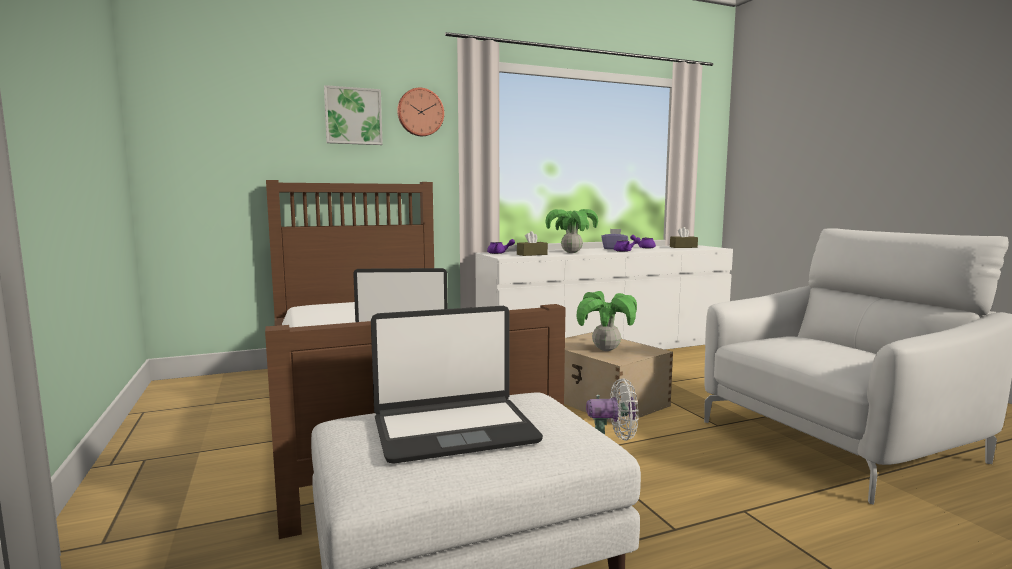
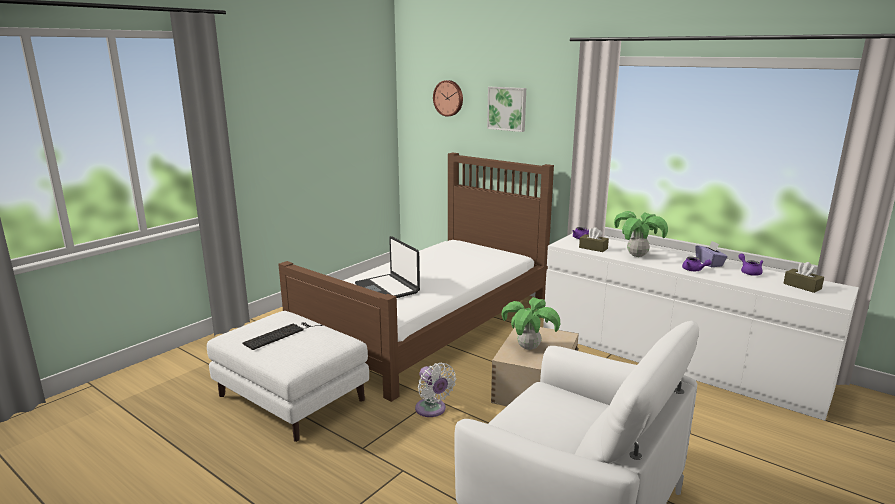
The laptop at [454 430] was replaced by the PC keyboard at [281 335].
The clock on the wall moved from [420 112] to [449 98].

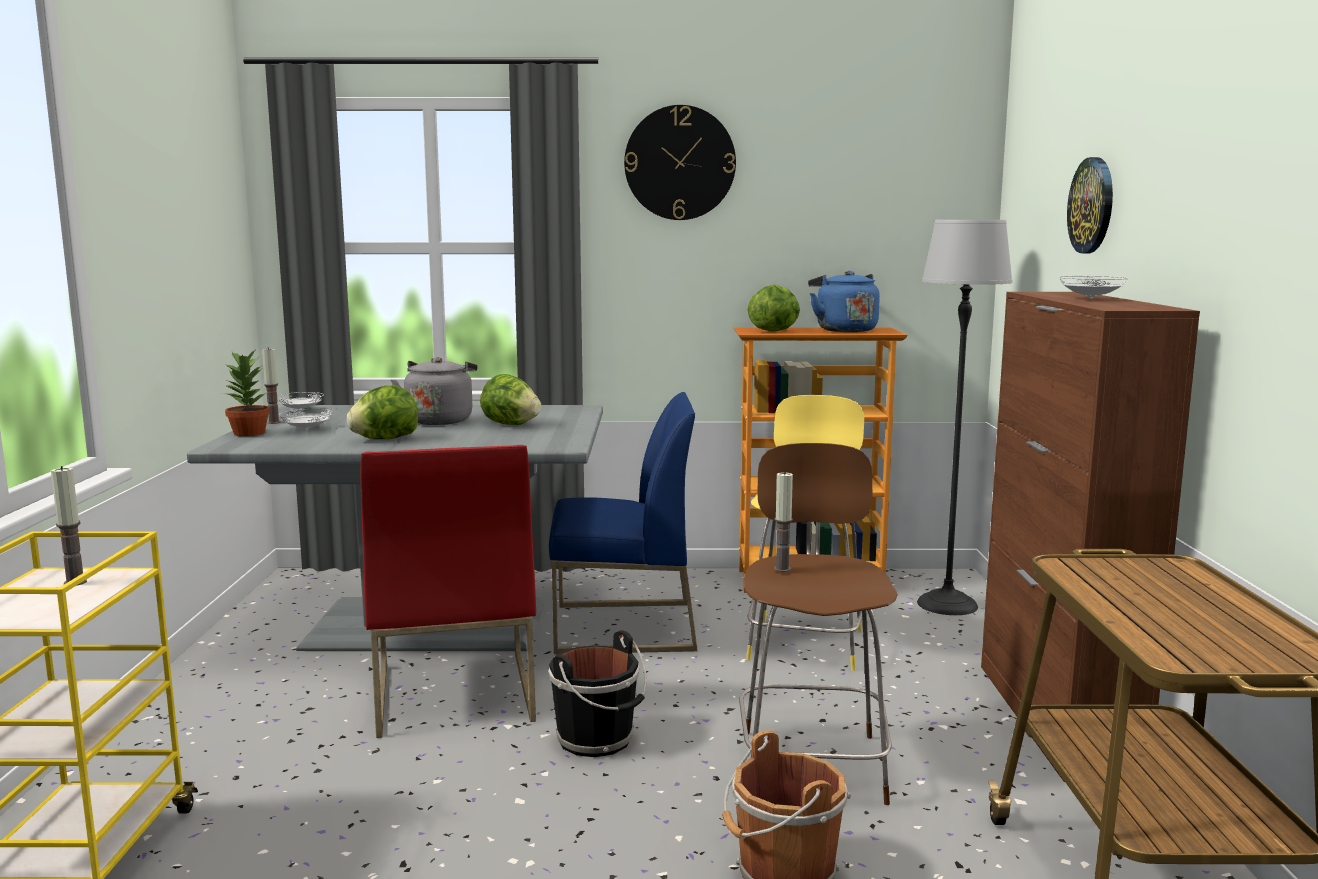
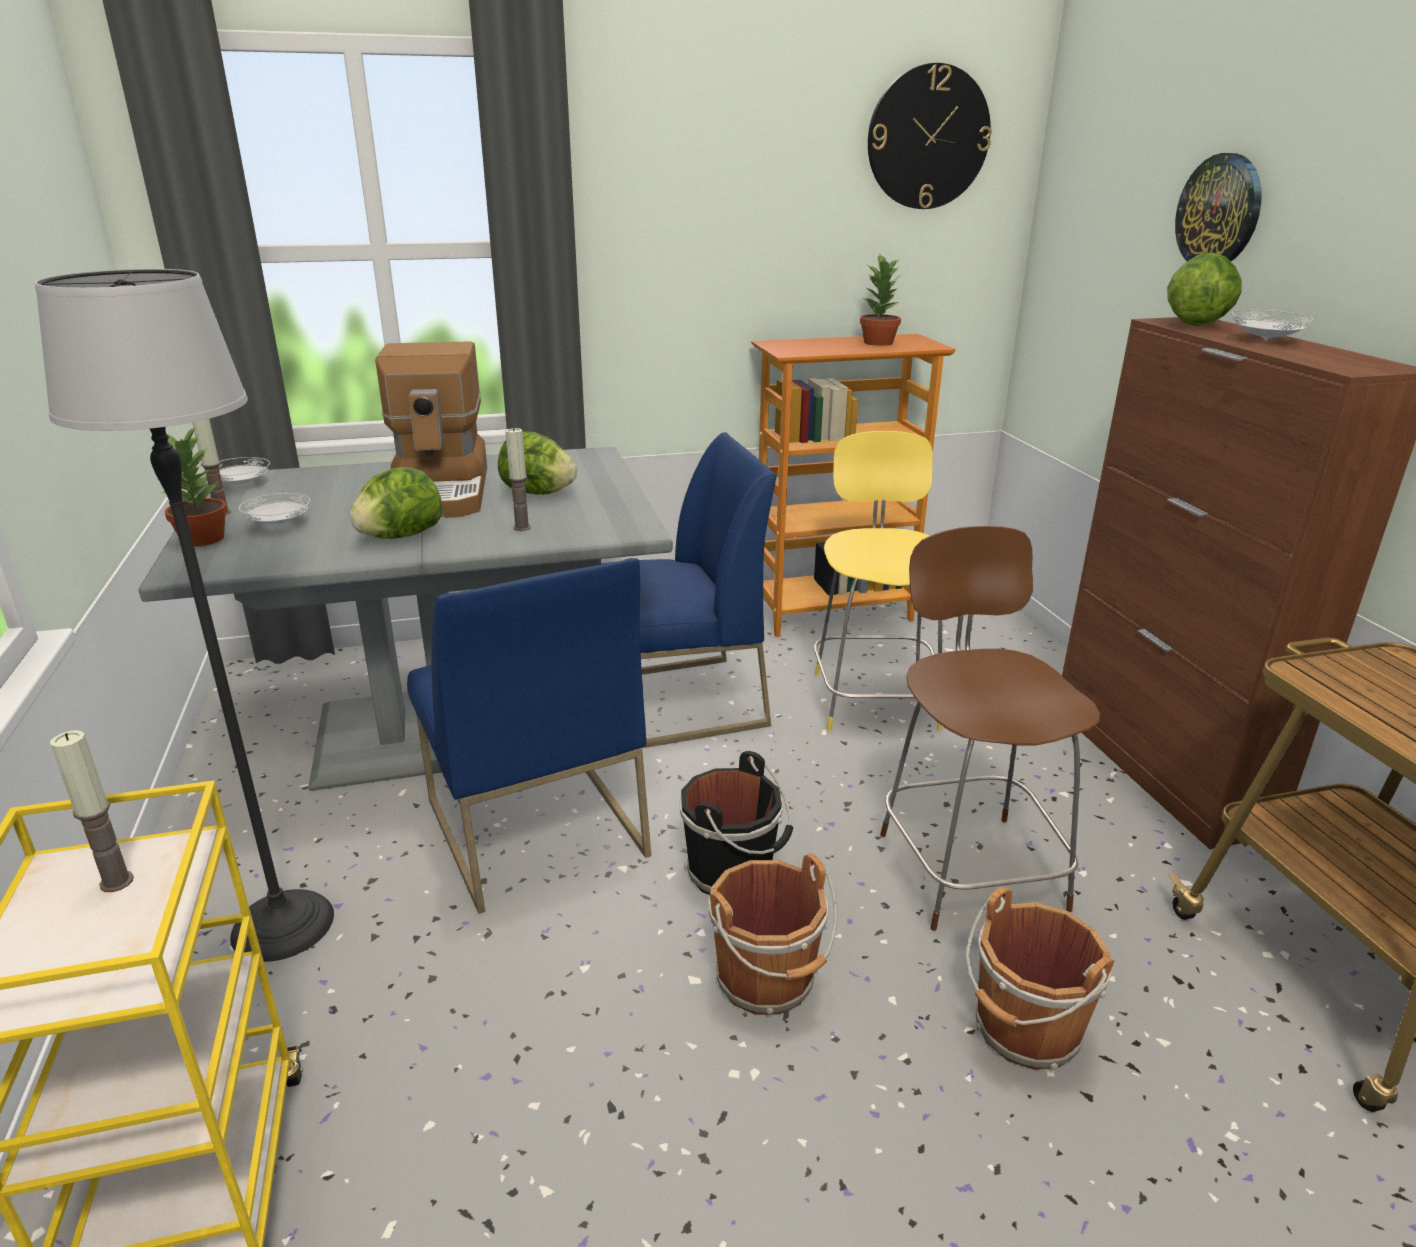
The red-coloured upright chair at [452 692] became the blue-coloured upright chair at [533 827].
The grey water kettle at [440 420] was replaced by the coffee maker at [442 491].
The clock on the wall moved from [680 163] to [928 138].
The lettuce head moved from [775 331] to [1195 324].
The candle moved from [782 569] to [522 528].
The blue-coloured water kettle at [843 330] was replaced by the plant in a pot at [879 342].
The standard lamp moved from [947 604] to [283 924].
The brown-coloured pail at [768 981] appeared.

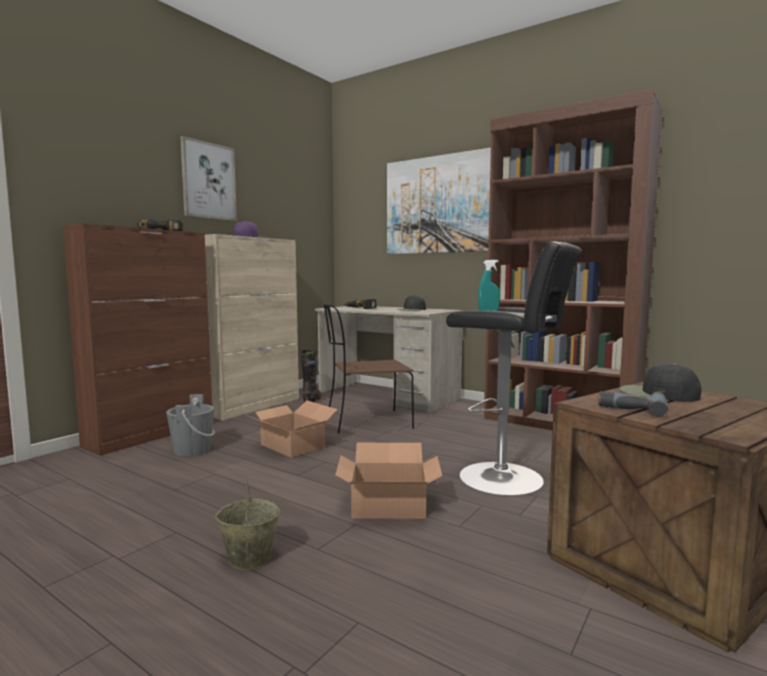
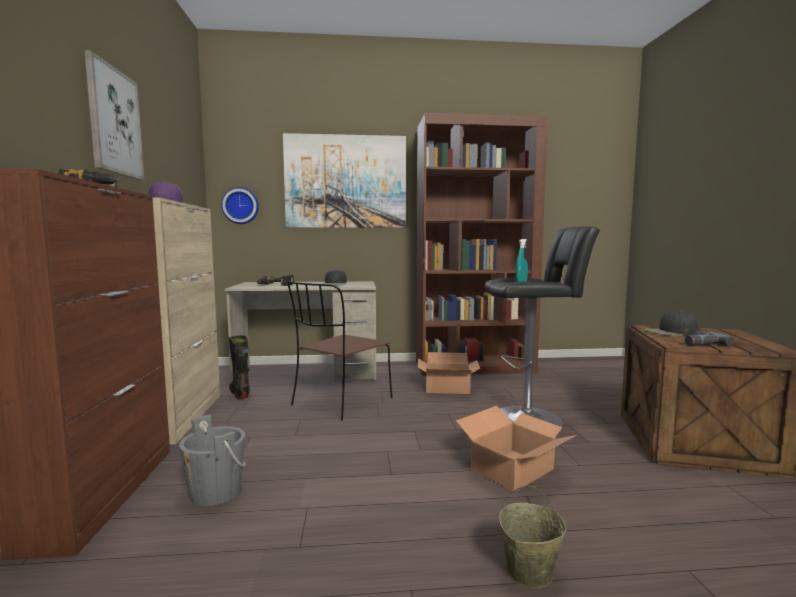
The carton moved from [293 445] to [447 387].
The clock on the wall at [241 206] appeared.

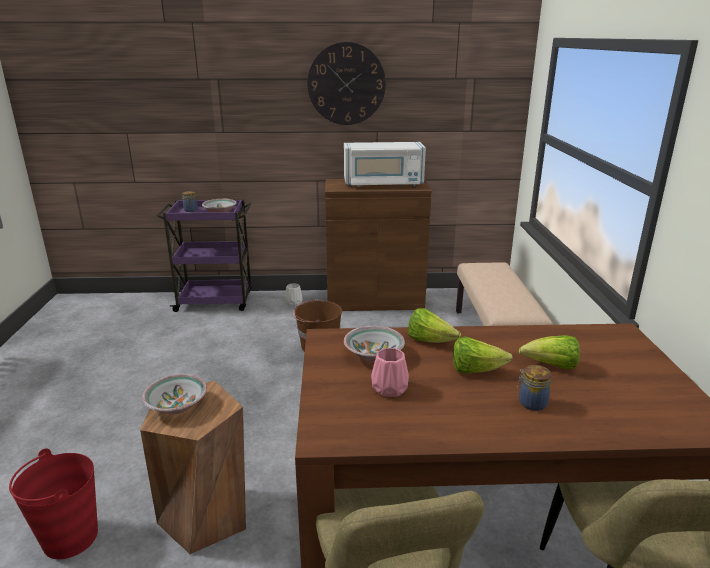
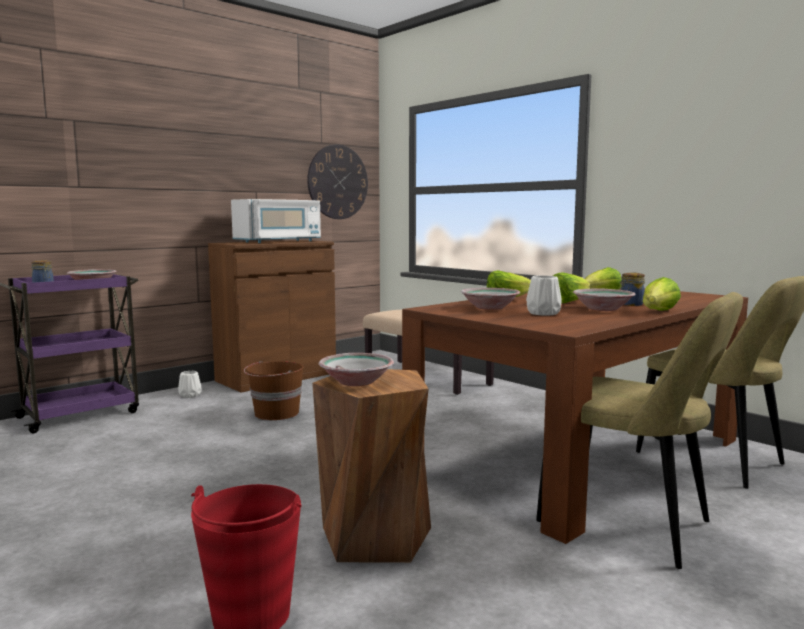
The clock on the wall moved from [346 84] to [338 182].
The pink decorative vase at [390 389] became the whitish decorative vase at [544 313].
The deep dish at [603 309] appeared.
The lettuce head at [658 312] appeared.

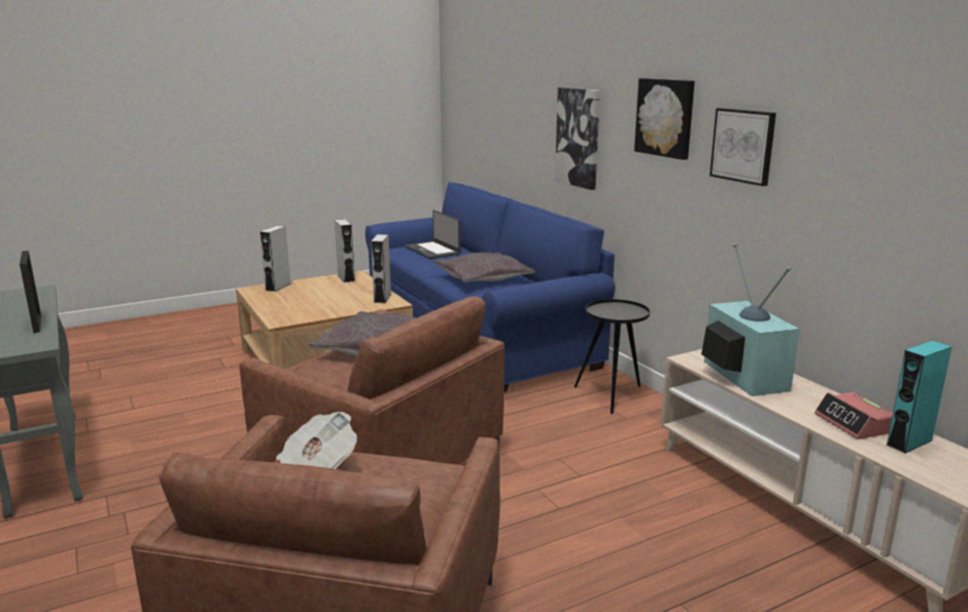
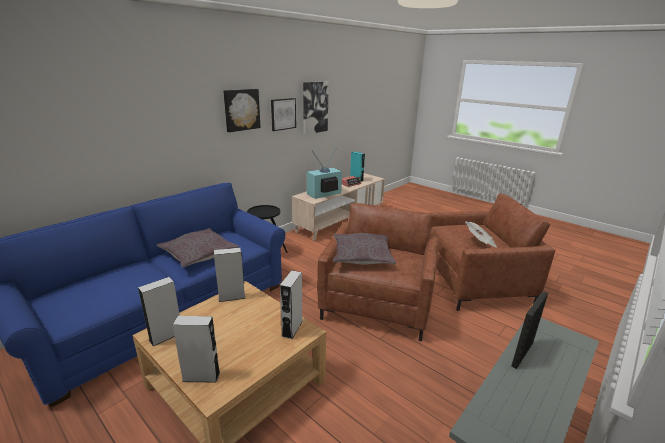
The laptop at [433 250] disappeared.
The wall picture moved from [579 137] to [314 107].
The grey speaker at [292 328] appeared.

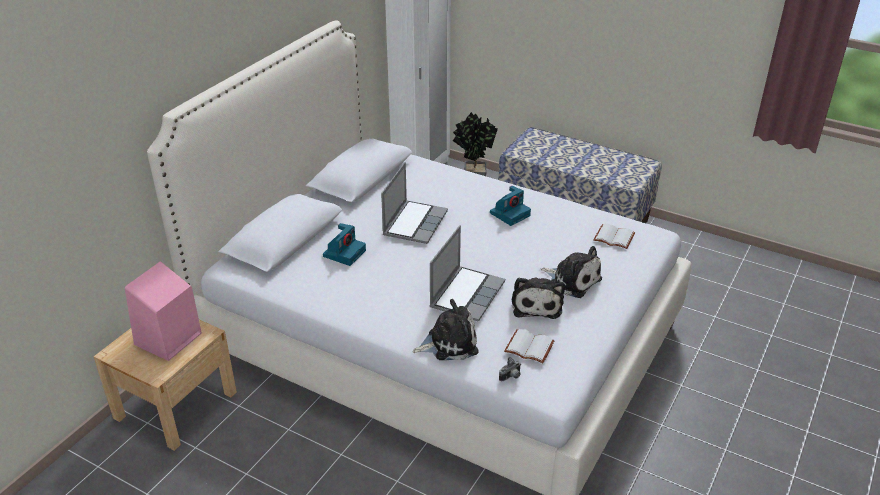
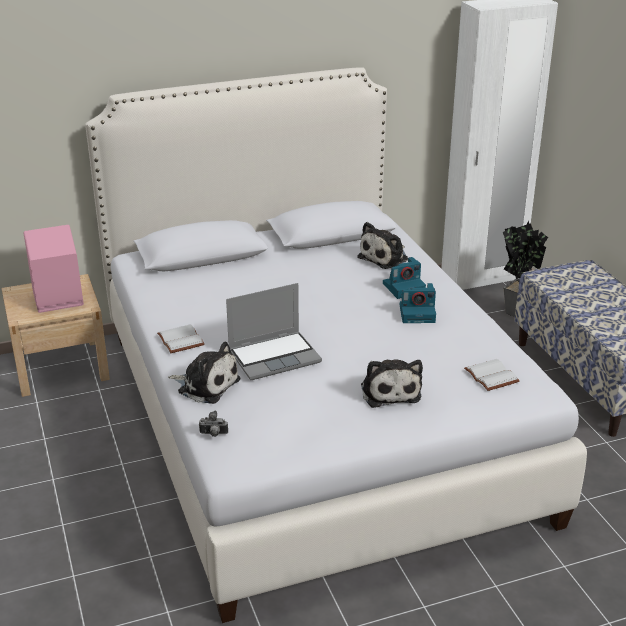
The photo camera moved from [344 253] to [404 287].
The laptop at [414 223] disappeared.
The whitish book moved from [528 348] to [179 340].
The soft toy moved from [536 304] to [385 258].

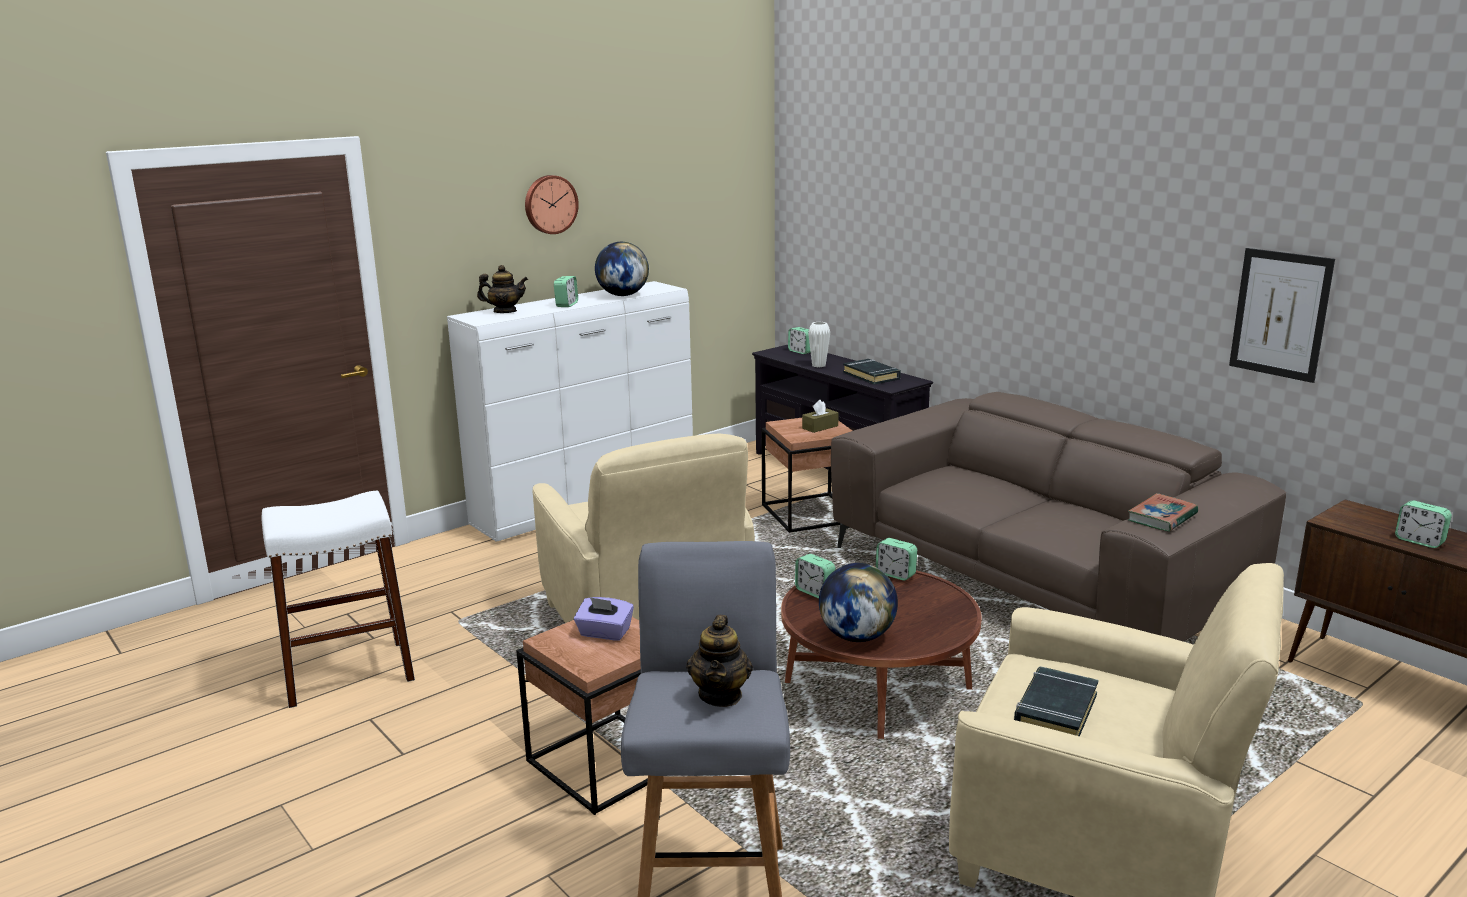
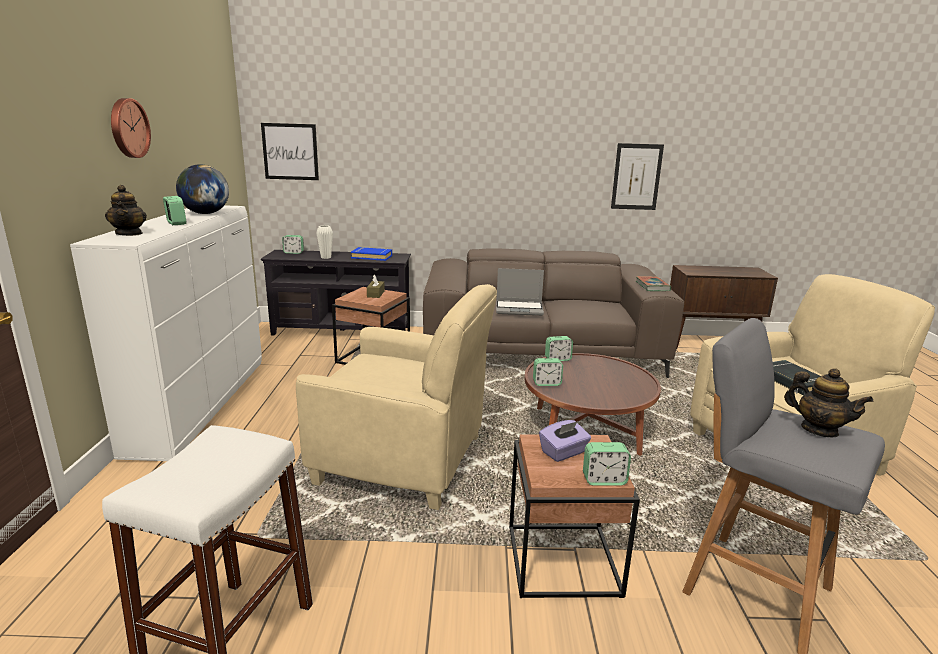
The tea pot at [505 311] turned 120 degrees clockwise.
The desk globe at [857 636] disappeared.
The black-coloured book at [871 376] became the blue-coloured book at [372 257].
The bedside clock moved from [1419 541] to [604 480].
The wall picture at [290 151] appeared.
The laptop at [520 309] appeared.

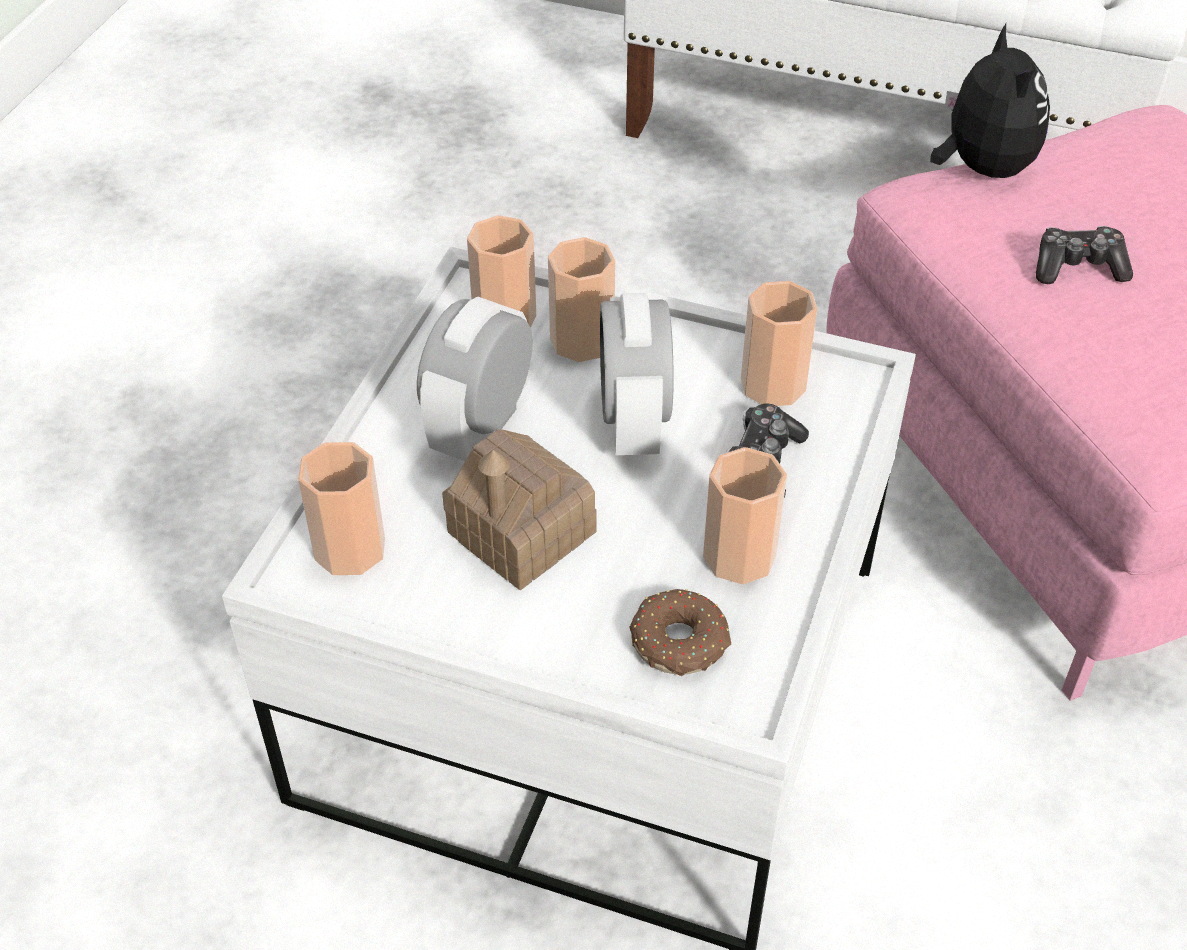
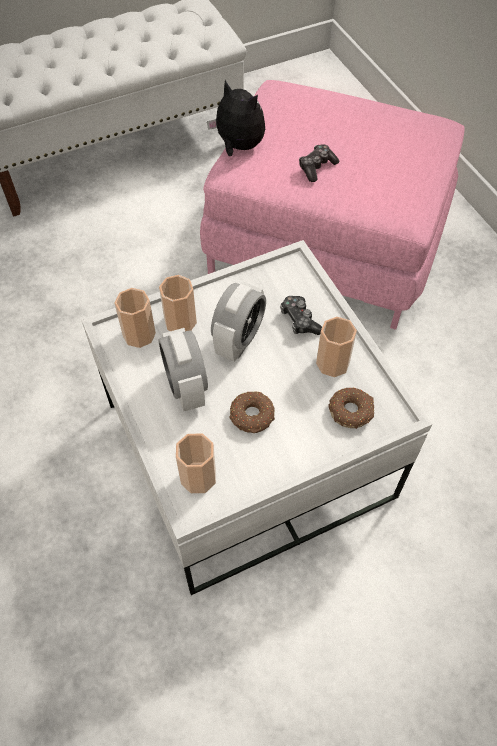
The miniature house at [521 533] was replaced by the doughnut at [252 416].
The bedside clock at [633 423] turned 105 degrees counterclockwise.
The small cup at [773 385] disappeared.

